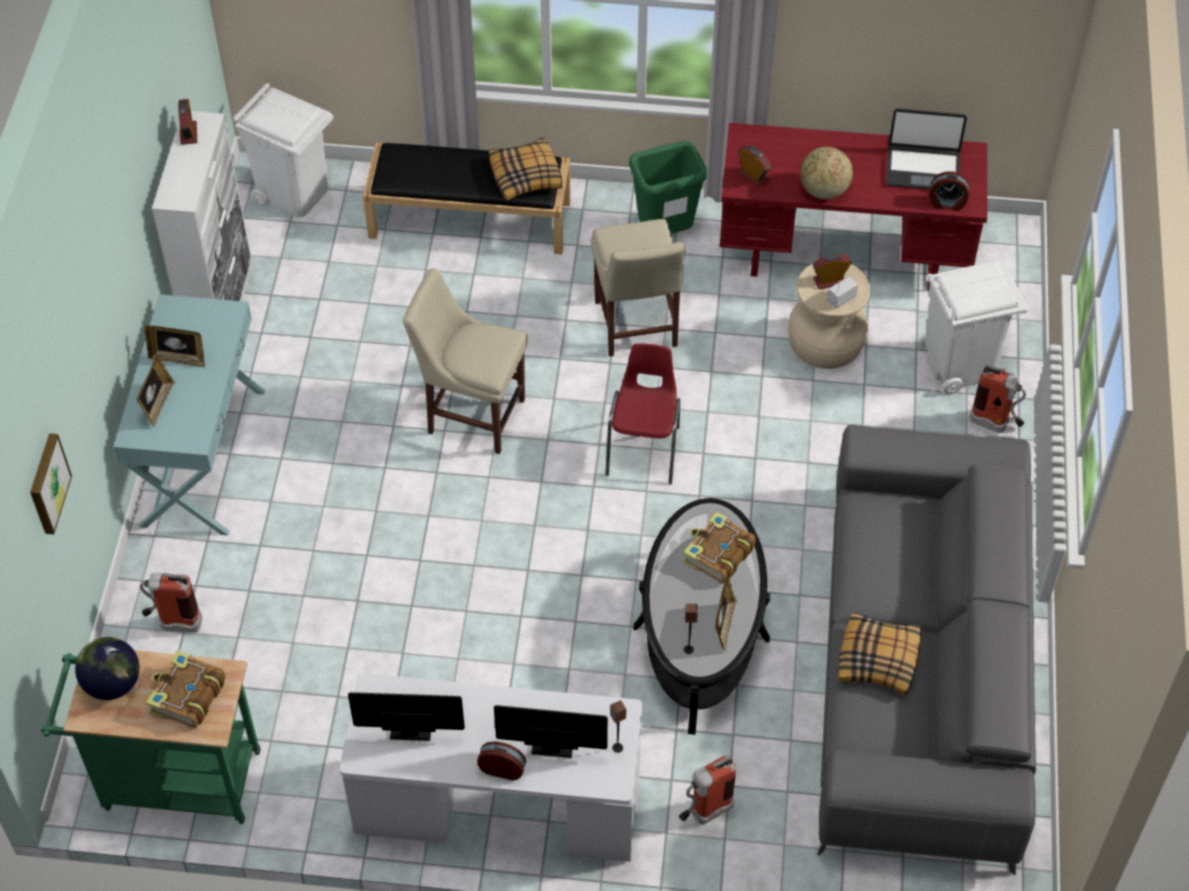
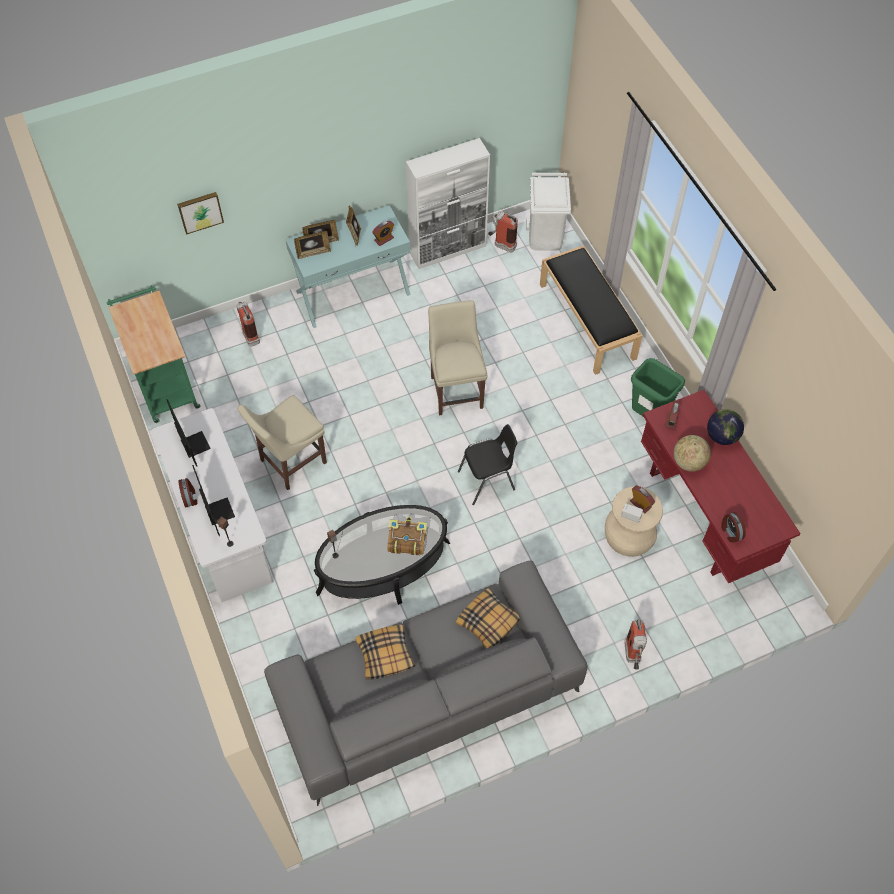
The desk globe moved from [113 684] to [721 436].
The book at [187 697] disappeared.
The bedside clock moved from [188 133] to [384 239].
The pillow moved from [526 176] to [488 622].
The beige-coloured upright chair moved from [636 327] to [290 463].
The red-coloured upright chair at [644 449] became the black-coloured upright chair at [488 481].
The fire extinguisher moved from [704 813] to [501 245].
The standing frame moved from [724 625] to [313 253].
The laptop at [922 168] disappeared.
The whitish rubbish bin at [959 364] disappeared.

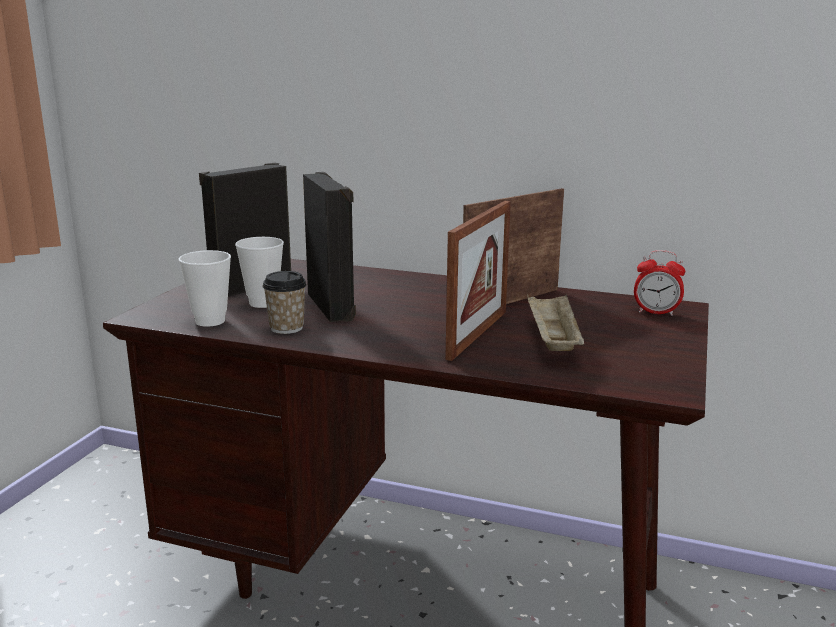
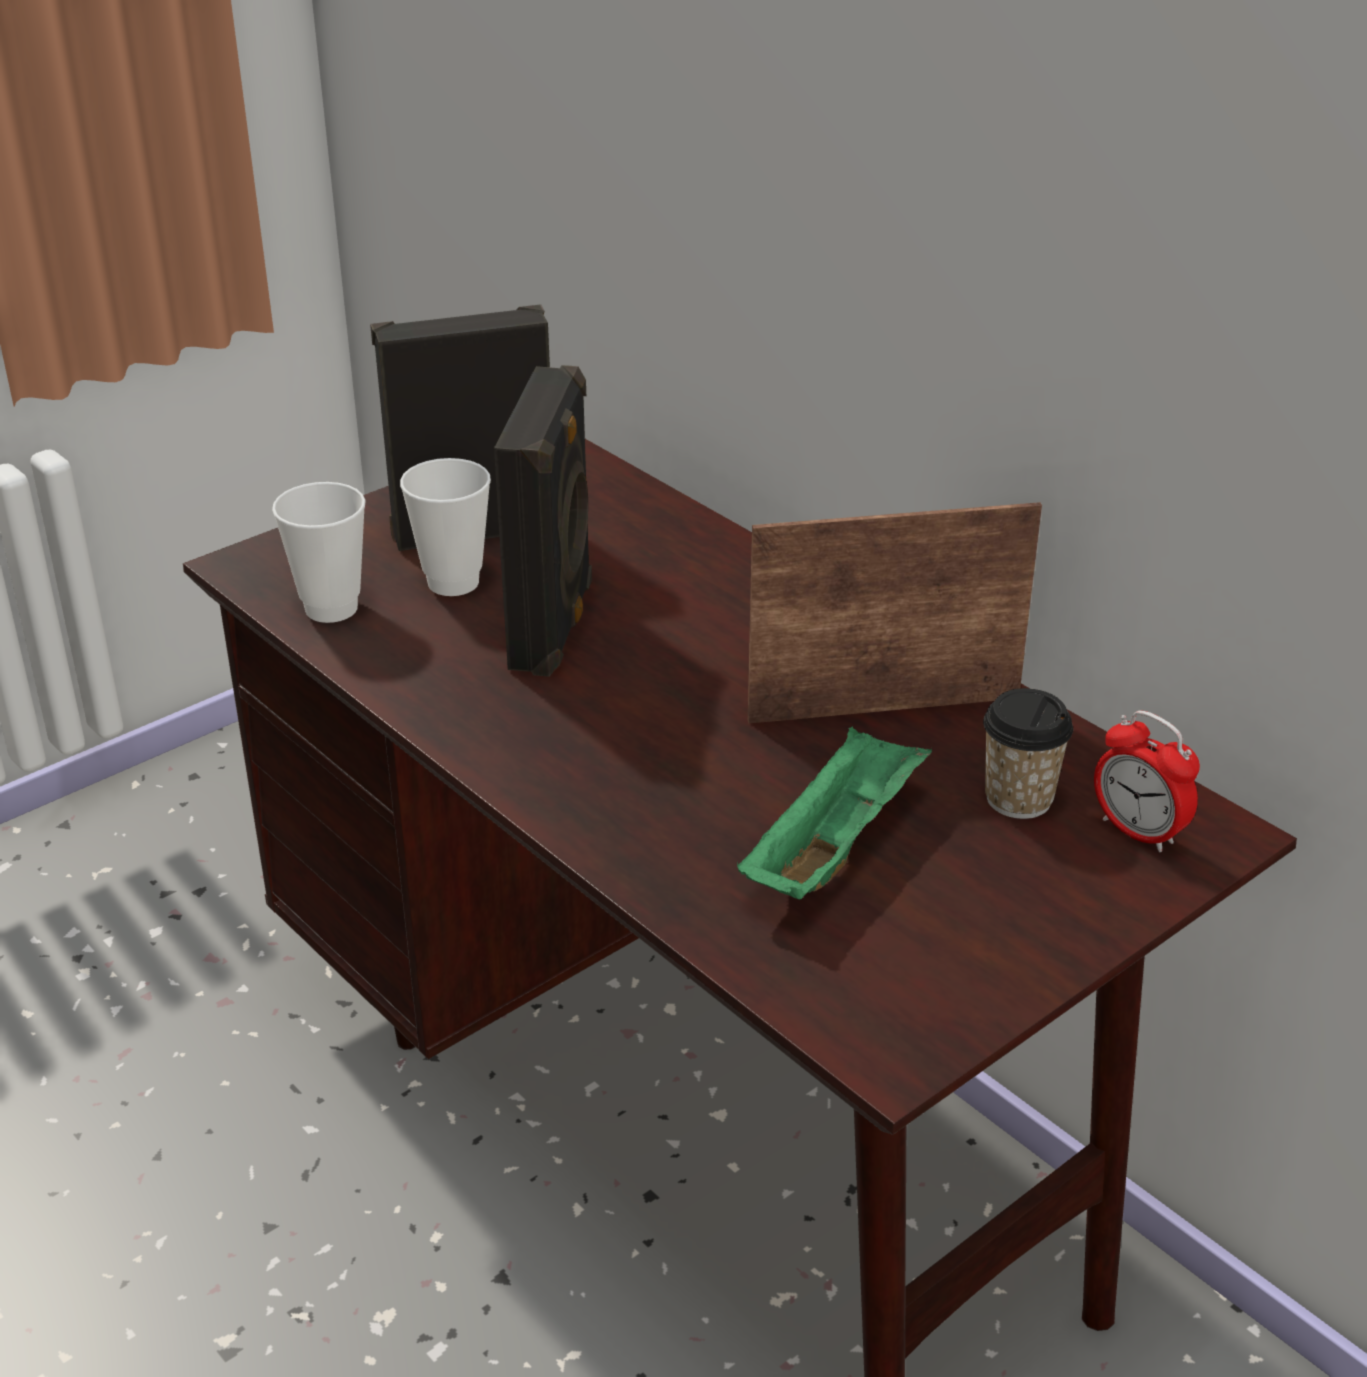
The small cup moved from [286 328] to [1018 799].
The standing frame at [477 334] disappeared.
The beige-coloured tray at [552 341] became the green-coloured tray at [833 846].

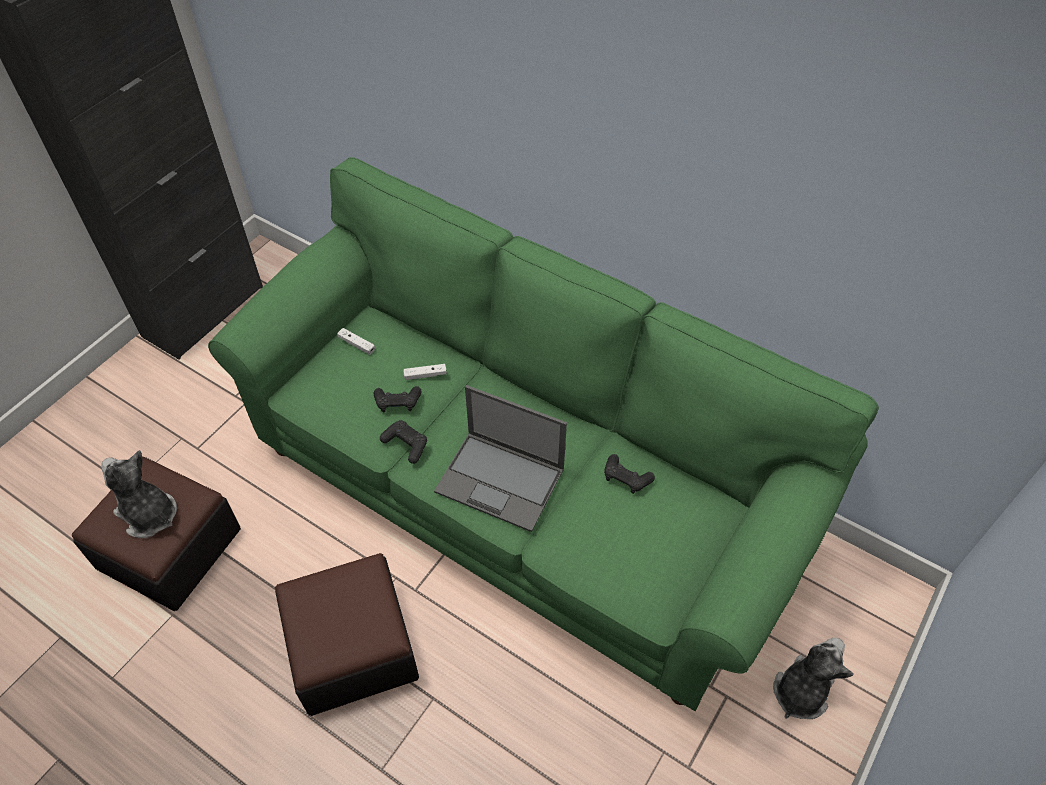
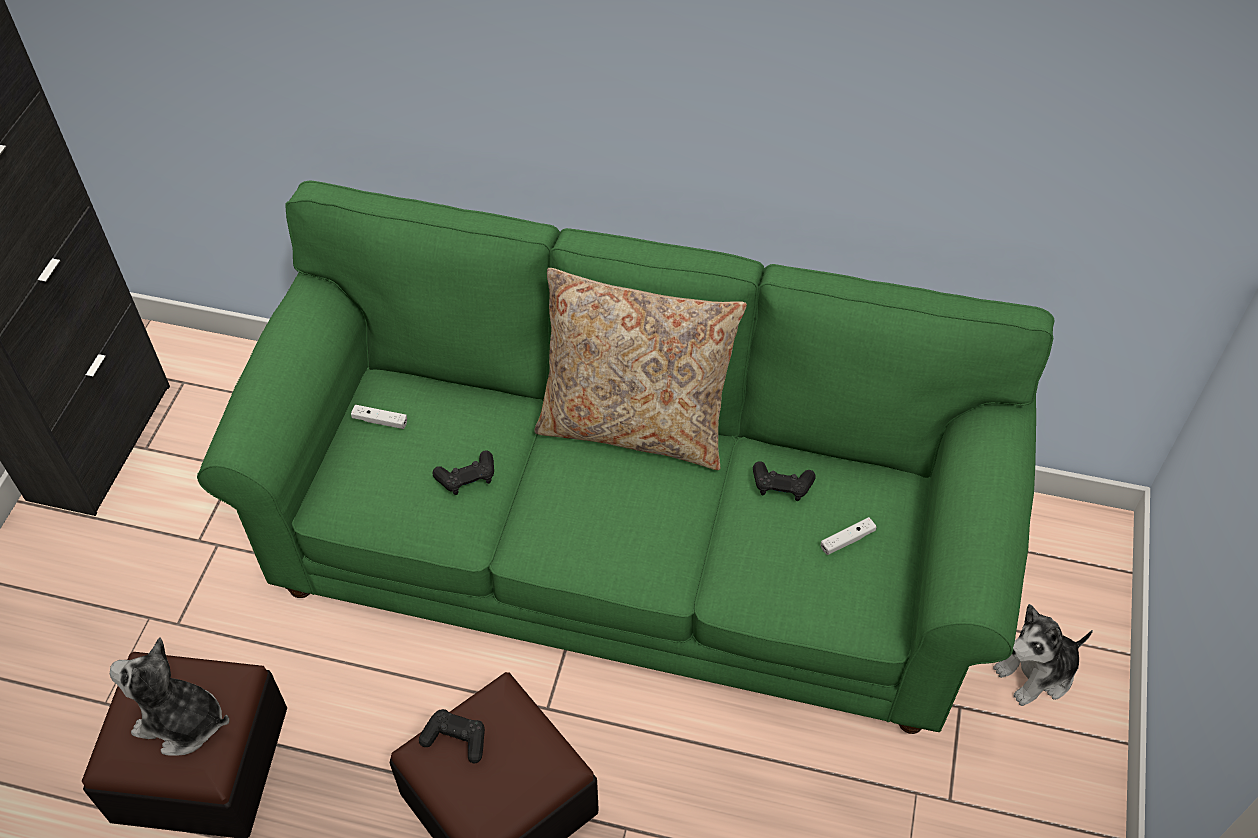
The black-coloured game controller moved from [406 444] to [456 739].
The whitish game controller moved from [425 375] to [847 540].
The laptop at [501 480] disappeared.
The soft toy at [801 691] turned 135 degrees counterclockwise.
The beige-coloured pillow at [635 426] appeared.

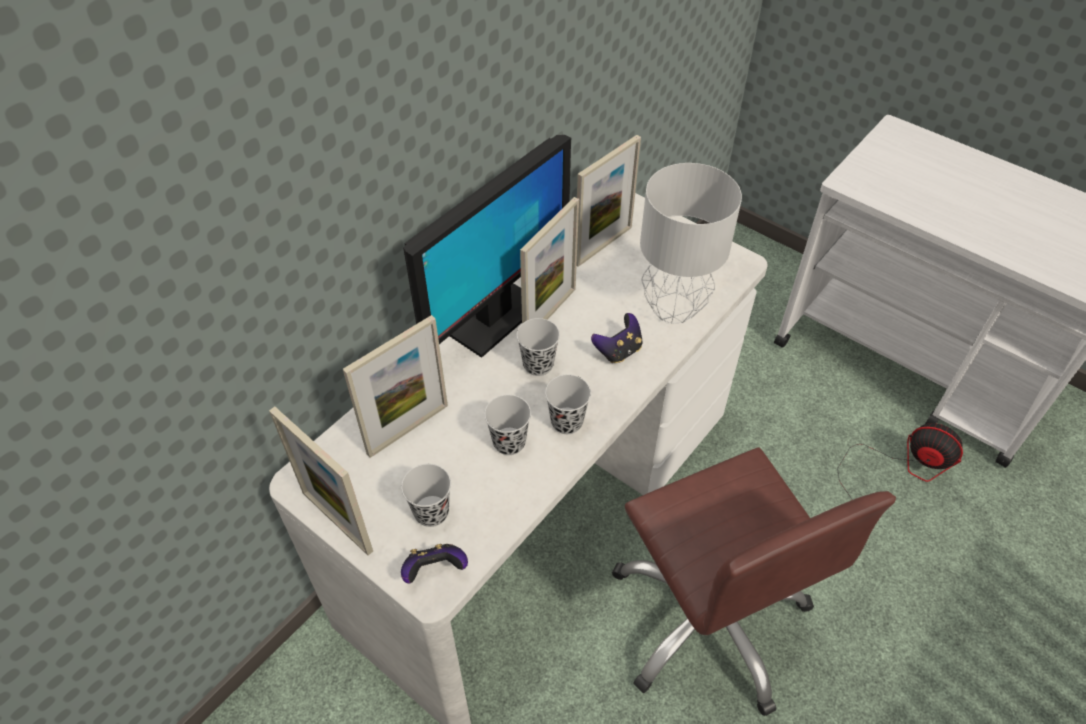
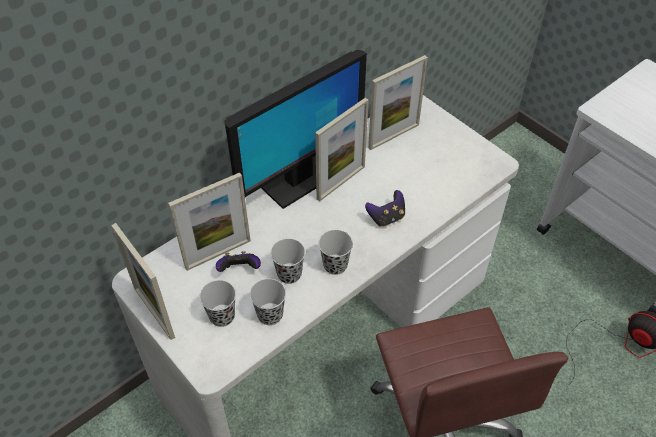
The game controller moved from [435 570] to [239 270].
The black-coloured small cup moved from [538 364] to [270 315].
The grey lamp for a table at [672 307] disappeared.

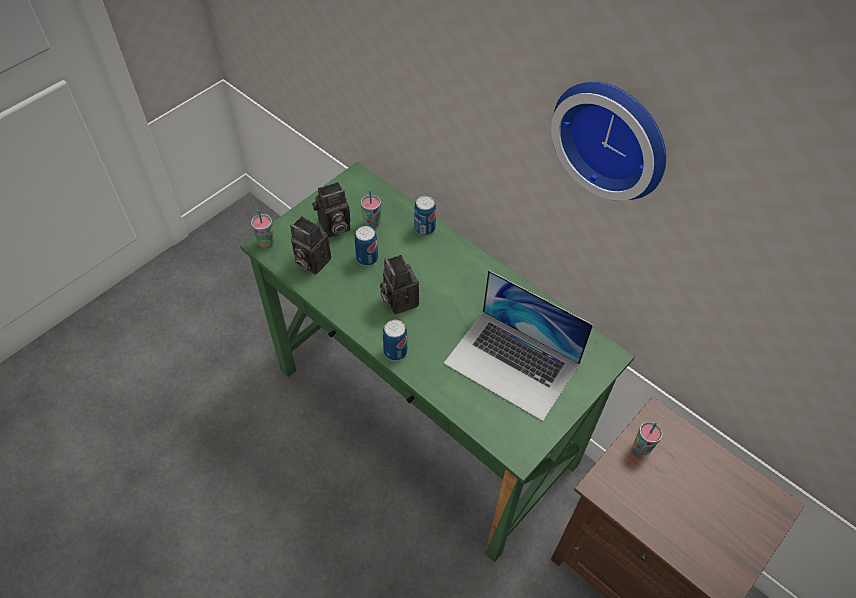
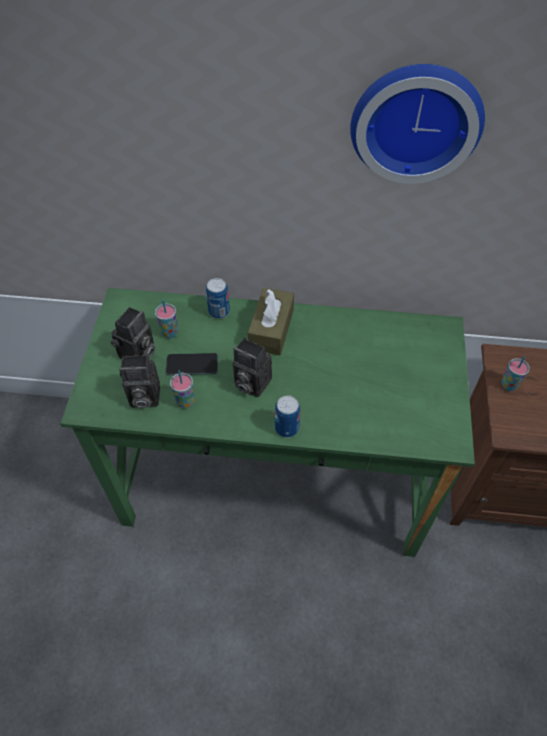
The small cup moved from [266 243] to [185 402].
The can at [367 258] was replaced by the handset at [192 364].
The laptop at [512 363] disappeared.
The brown-coloured tissue box at [271 329] appeared.

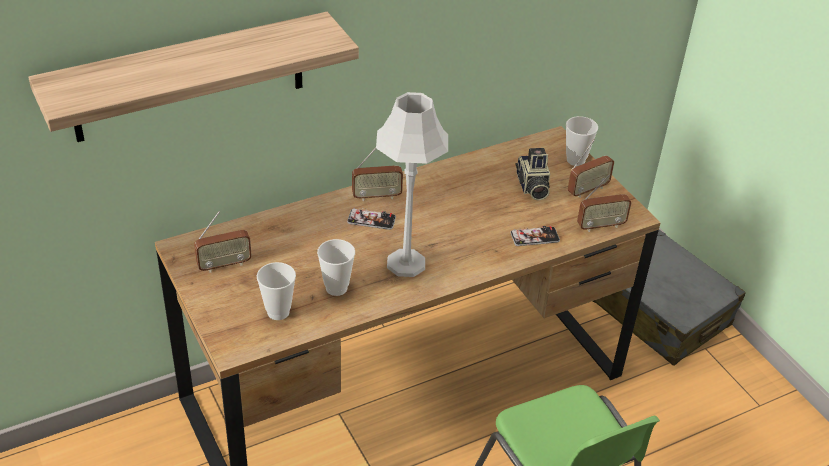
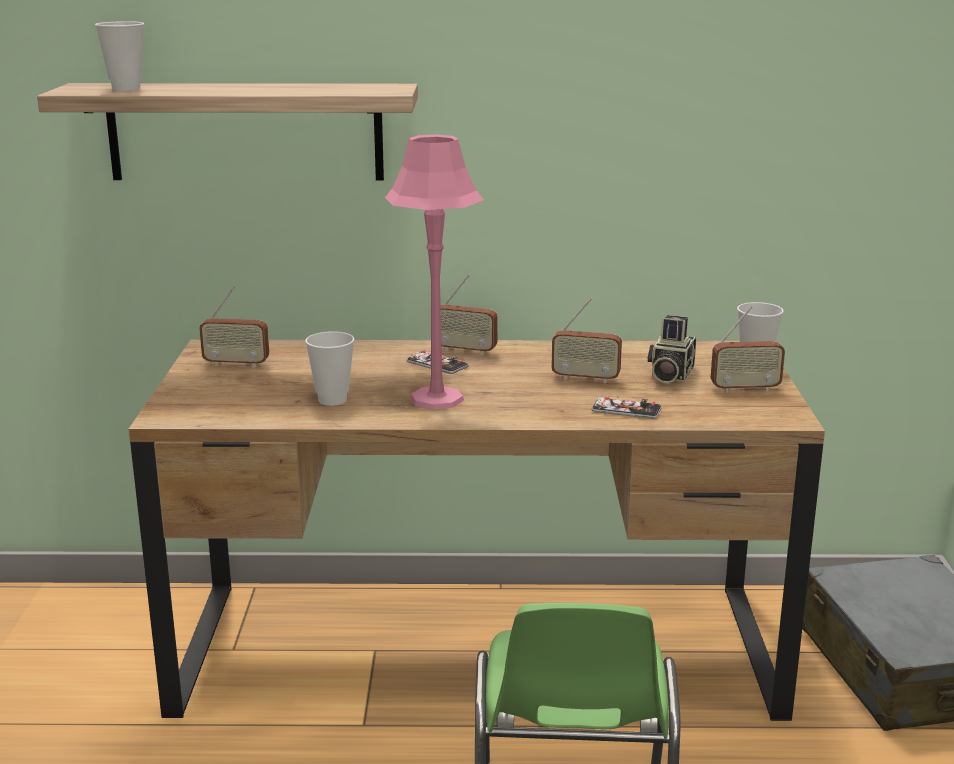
The small cup moved from [278 312] to [126 88].
The grey lamp for a table at [406 263] became the pink lamp for a table at [437 399].
The radio set moved from [600 226] to [585 378].

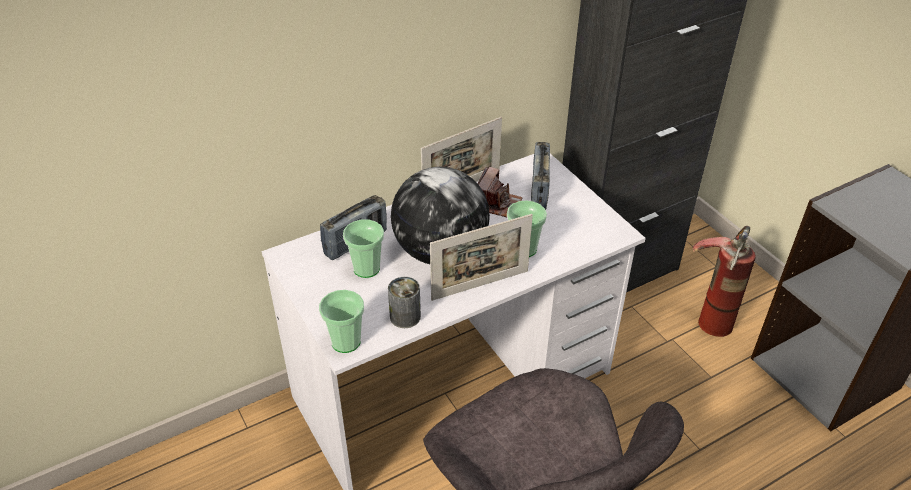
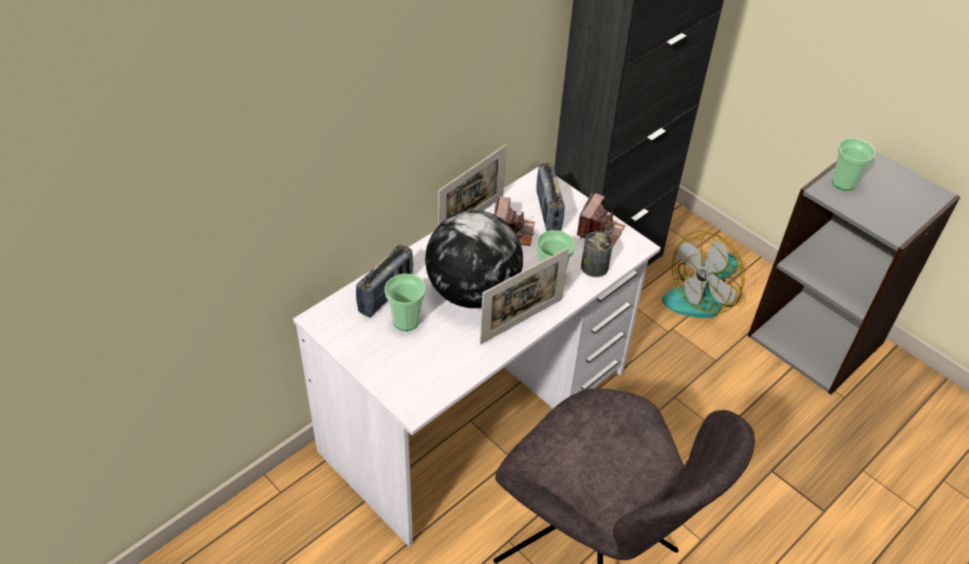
The small cup moved from [346 342] to [843 182].
The can moved from [405 316] to [594 267].
The fire extinguisher at [712 314] was replaced by the cooling fan at [703 297].
The photo camera at [599 230] appeared.

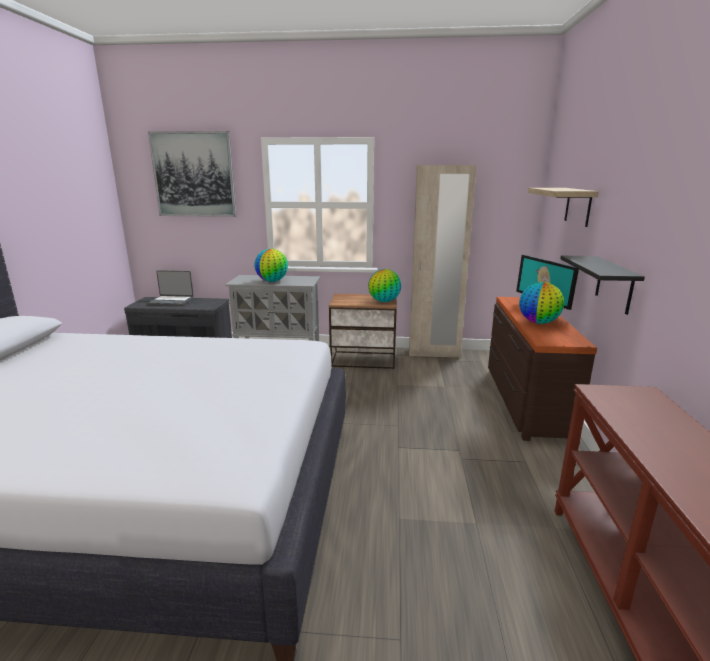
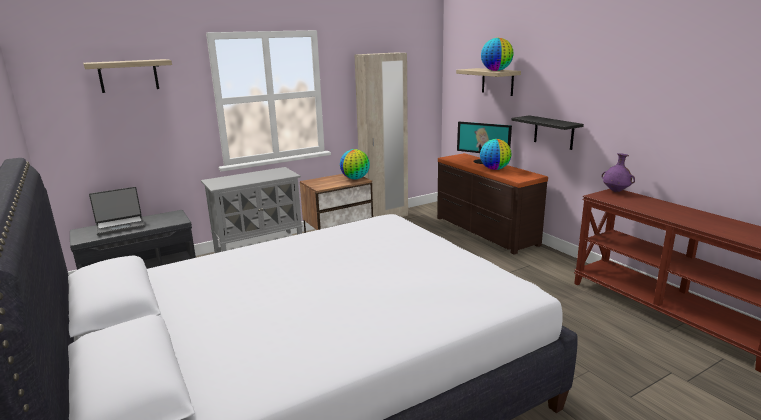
The wall picture at [194 175] was replaced by the shelf at [128 75].
The desk globe moved from [272 281] to [496 70].
The purple decorative vase at [616 191] appeared.

